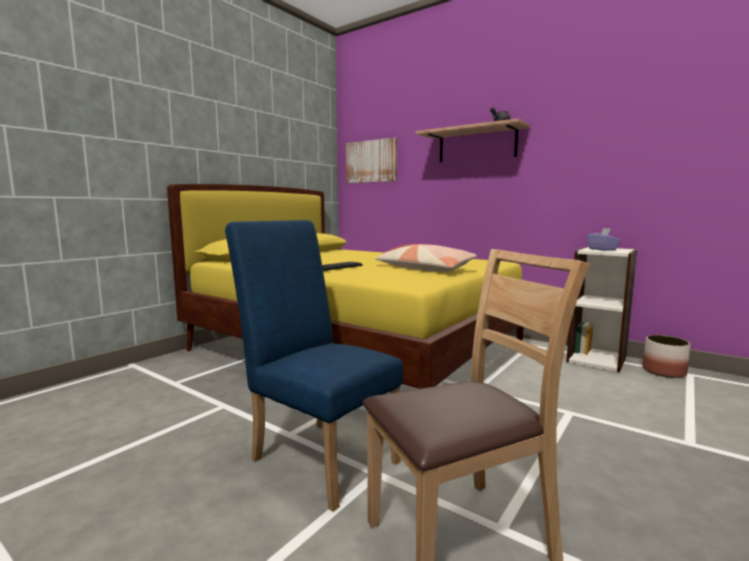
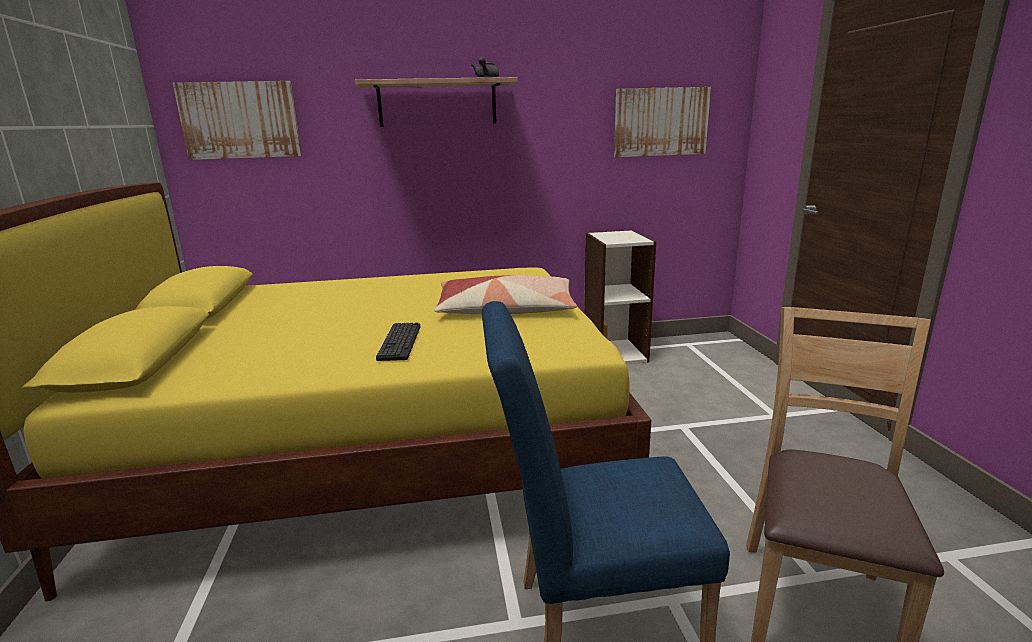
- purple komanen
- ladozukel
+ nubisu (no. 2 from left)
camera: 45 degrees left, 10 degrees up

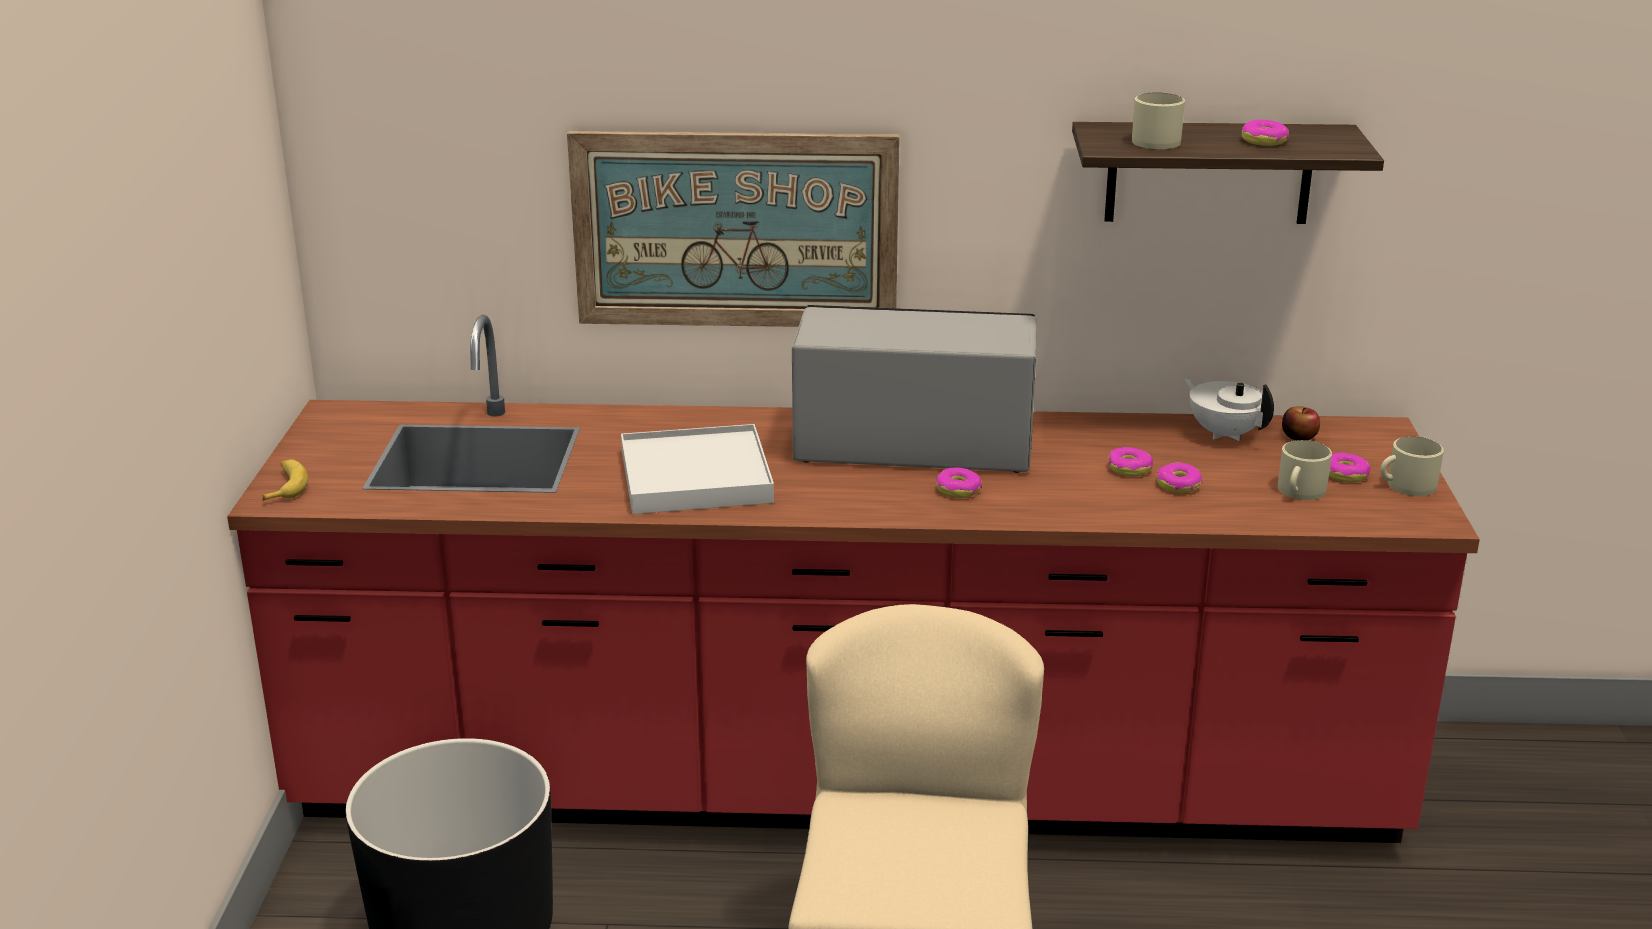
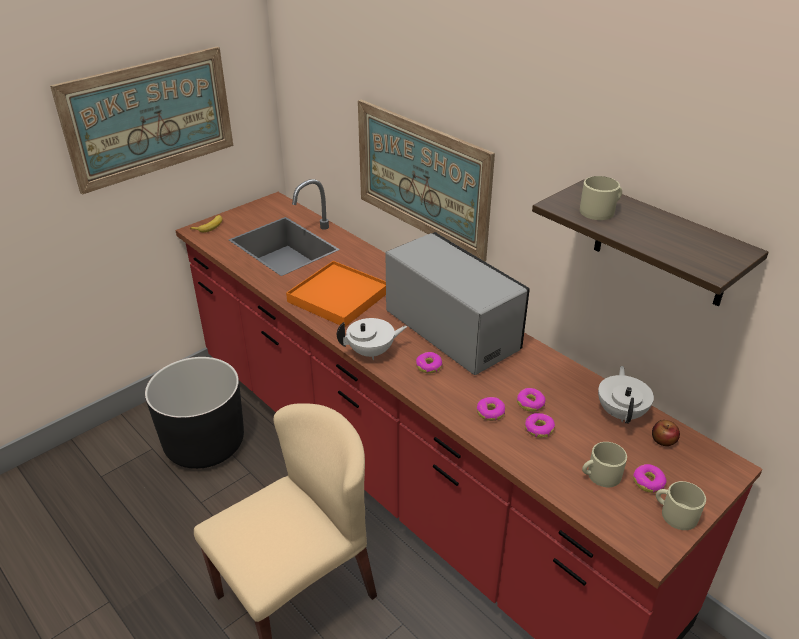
~ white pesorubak to orange pesorubak
~ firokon (no. 4 from left in the first image) to firokon (no. 2 from left)
+ nubisu (no. 1 from left)
+ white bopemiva (no. 1 from left)
camera: 45 degrees right, 10 degrees up

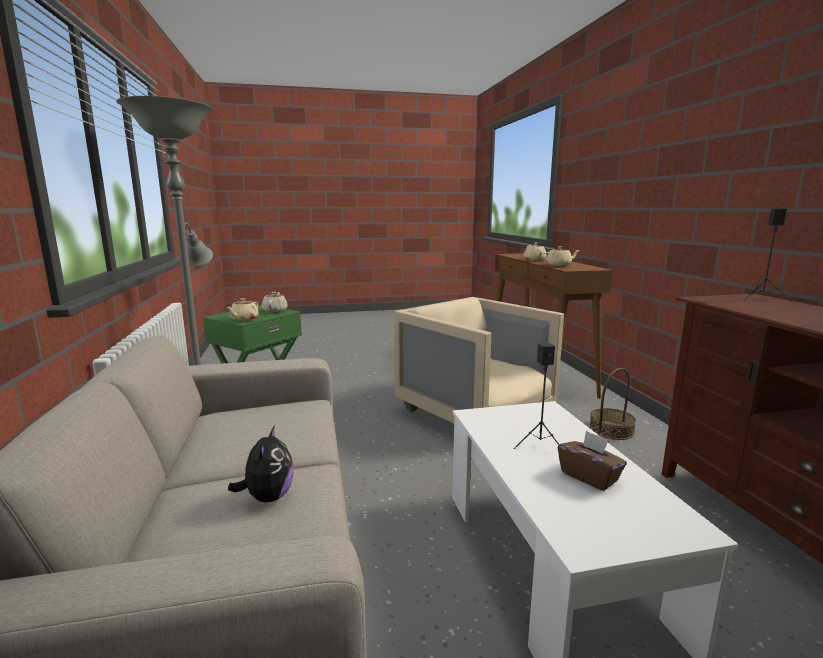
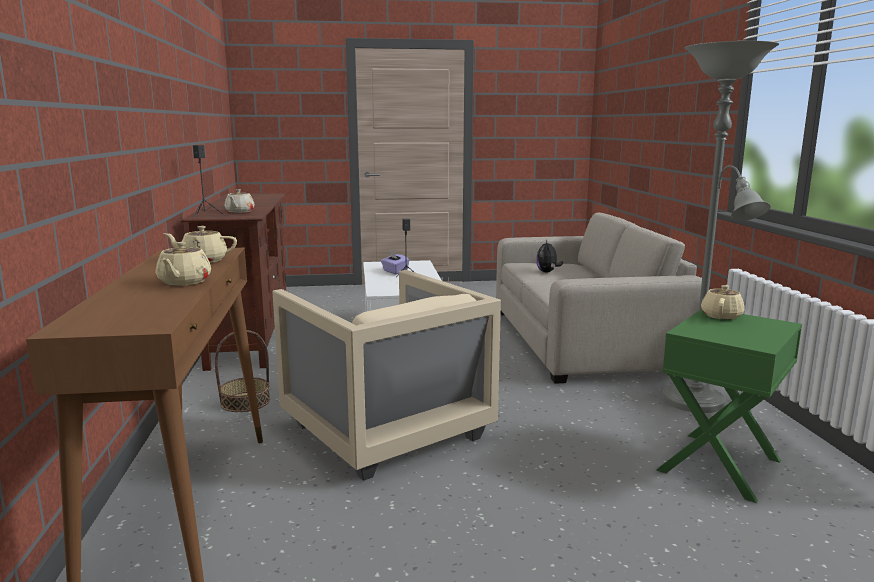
~ beige bopemiva (no. 2 from left in the first image) to beige bopemiva (no. 3 from left)
~ brown komanen to purple komanen
camera: 175 degrees left, 0 degrees up

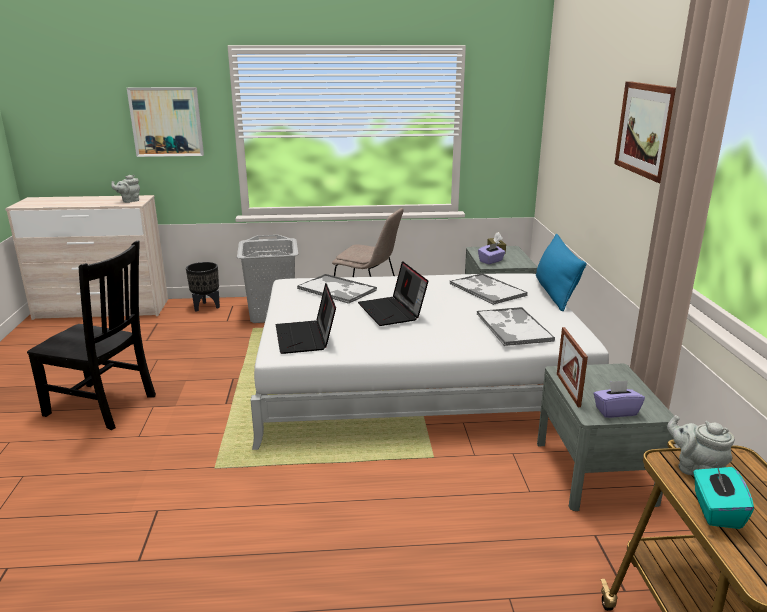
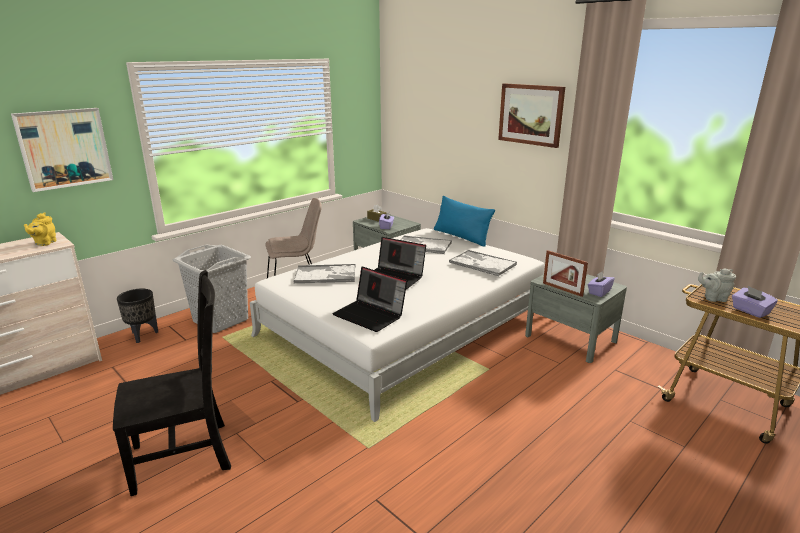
~ grey bopemiva (no. 1 from left) to yellow bopemiva
~ turquoise komanen to purple komanen (no. 3 from left)
camera: 40 degrees left, 0 degrees up

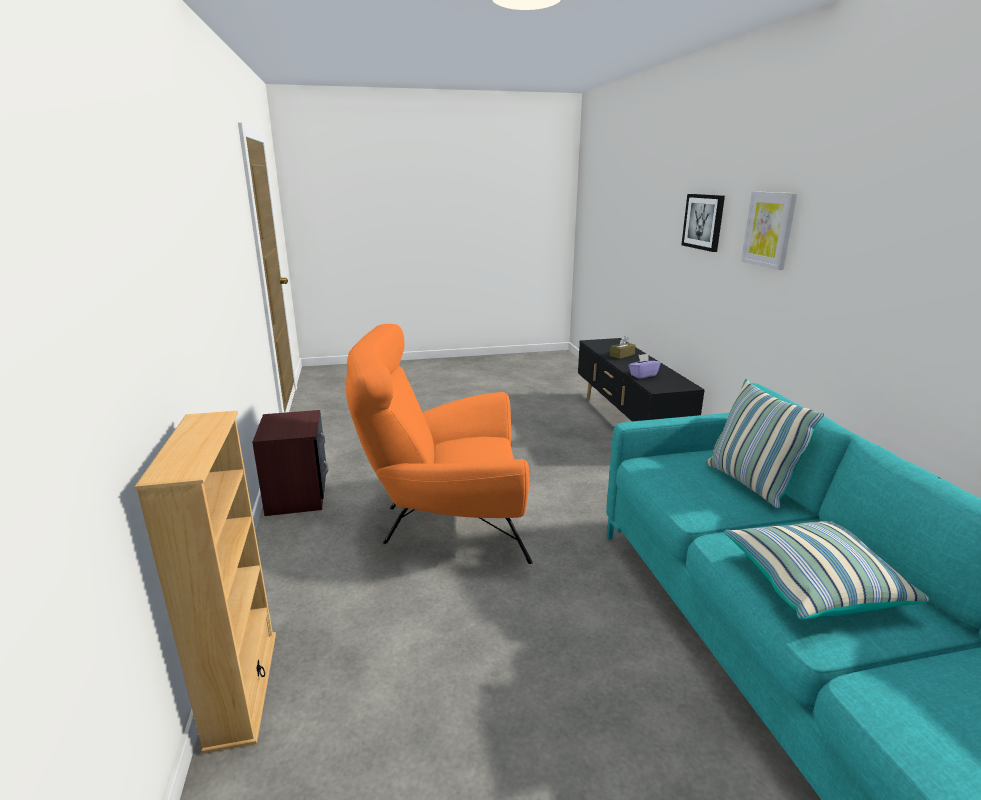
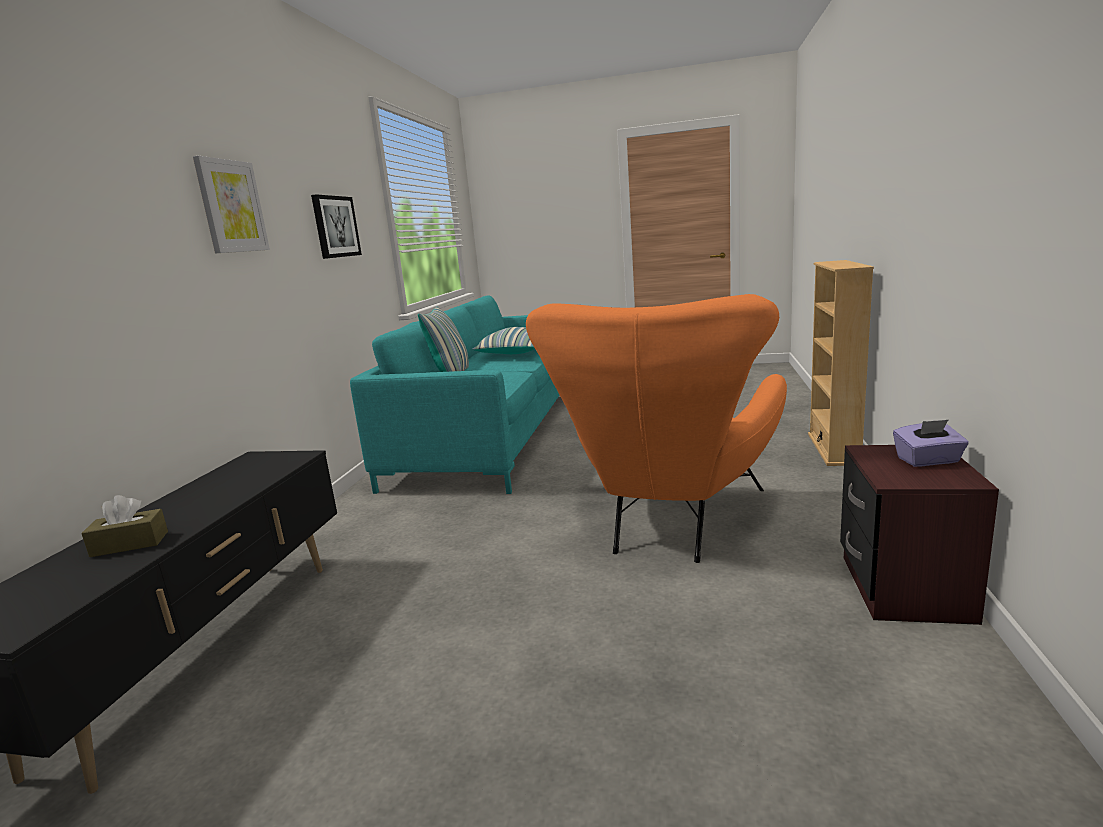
~ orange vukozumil 90 degrees clockwise
~ purple komanen
~ nubisu (no. 1 from left in the first image) to nubisu (no. 2 from left)
camera: 155 degrees left, 5 degrees down

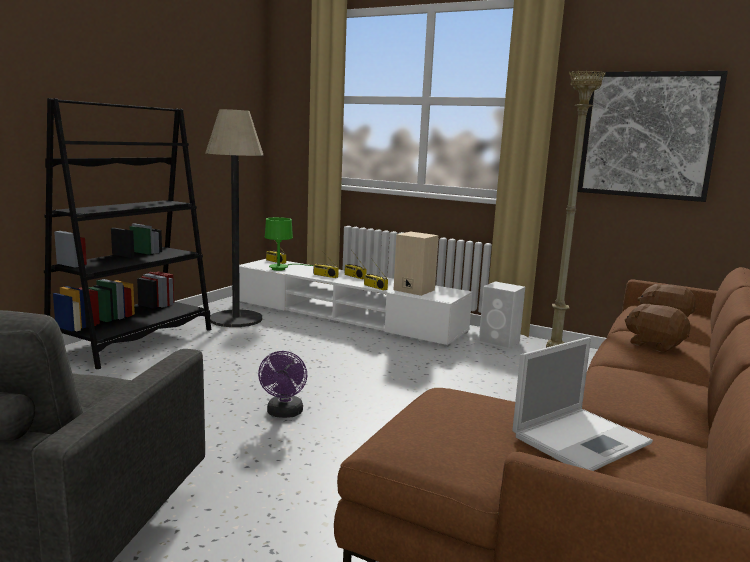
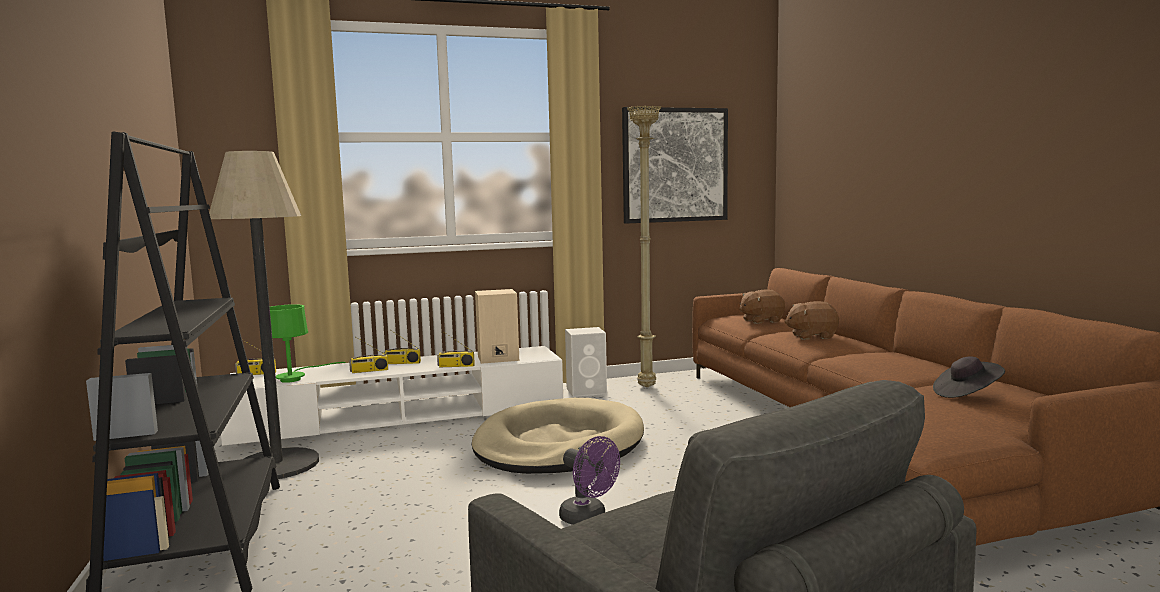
~ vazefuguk to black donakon
+ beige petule
camera: 45 degrees left, 5 degrees down

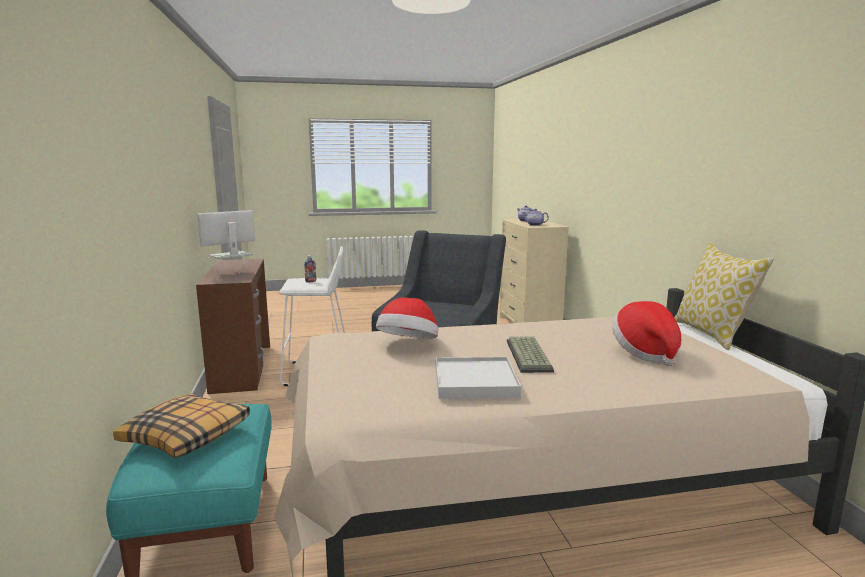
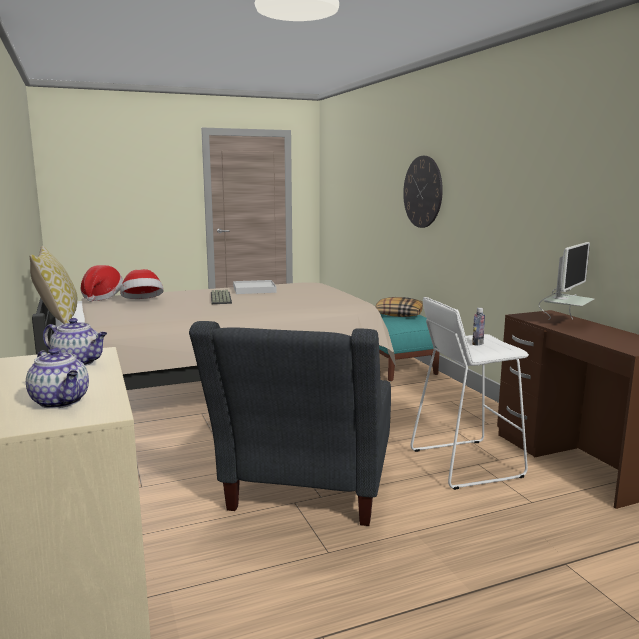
~ donakon (no. 1 from left)
+ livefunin
camera: 170 degrees right, 0 degrees up

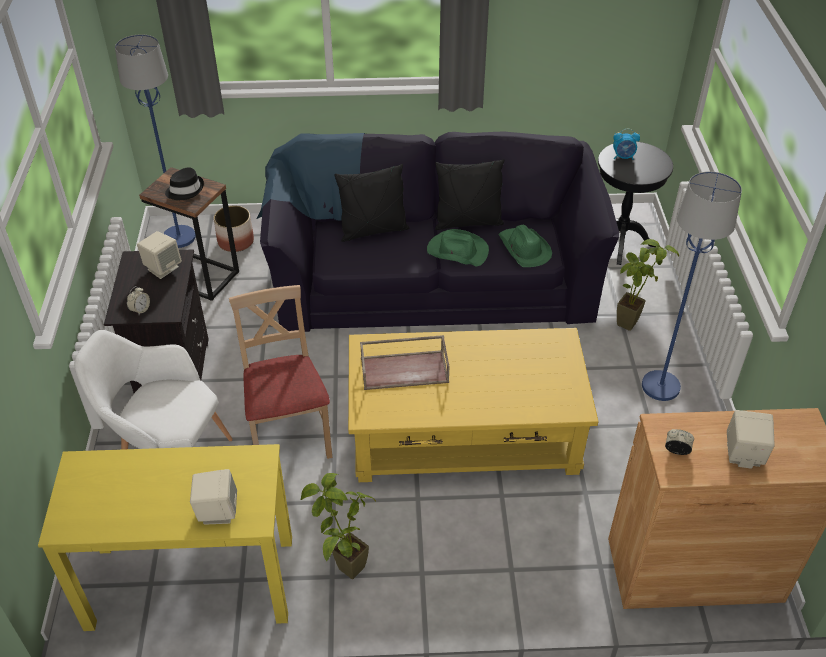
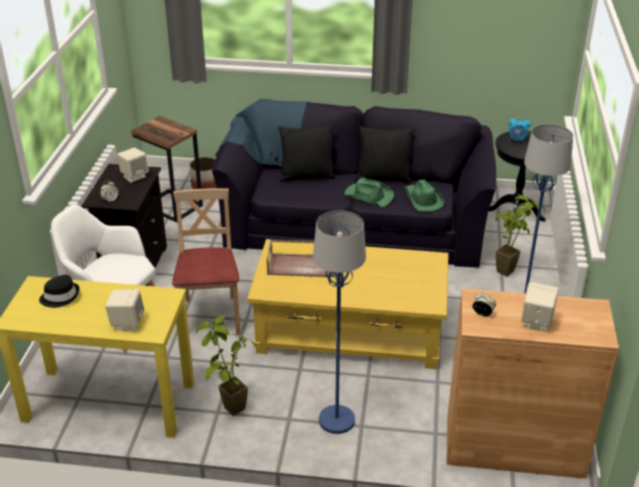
~ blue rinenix (no. 1 from left)
~ black donakon
camera: 10 degrees right, 10 degrees down

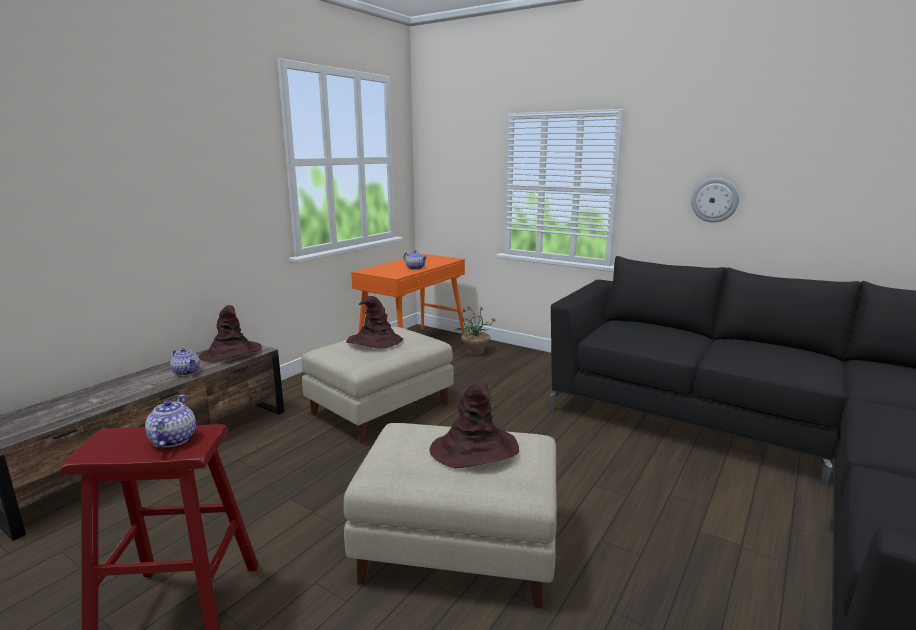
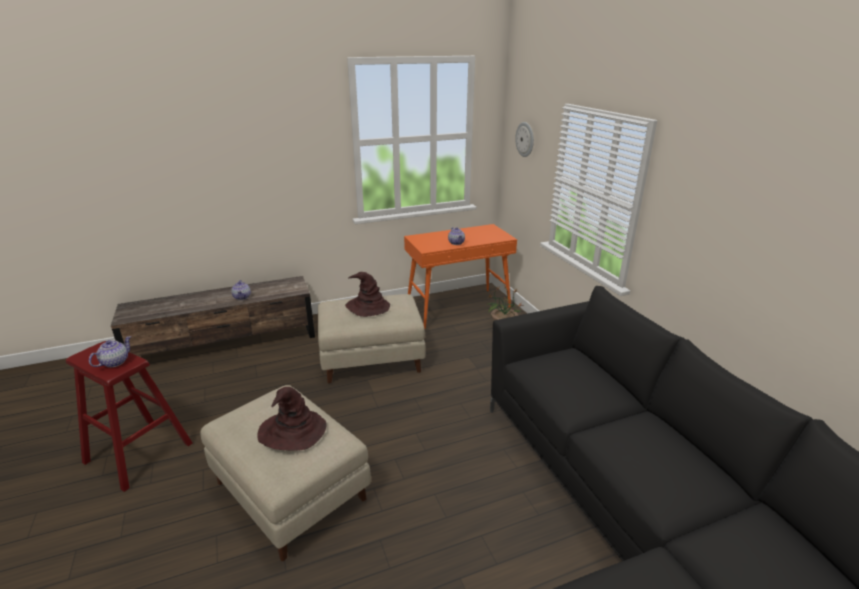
- brown donakon (no. 1 from left)
~ livefunin
camera: 35 degrees right, 10 degrees up

